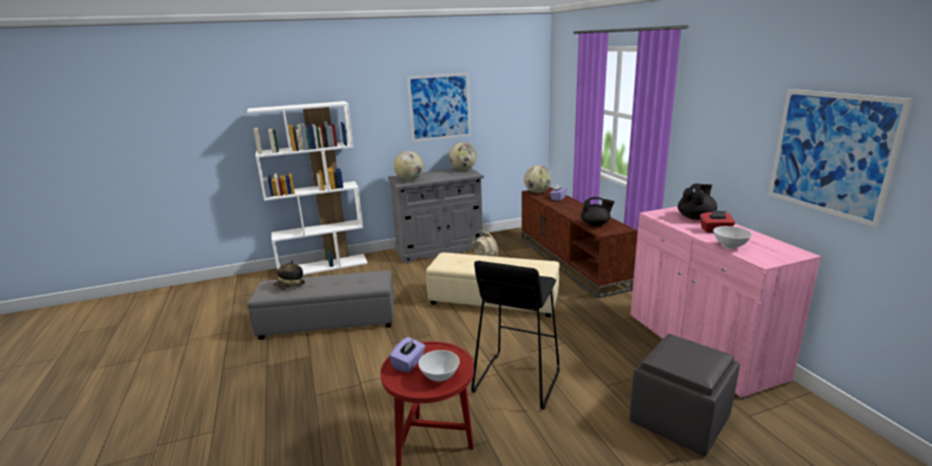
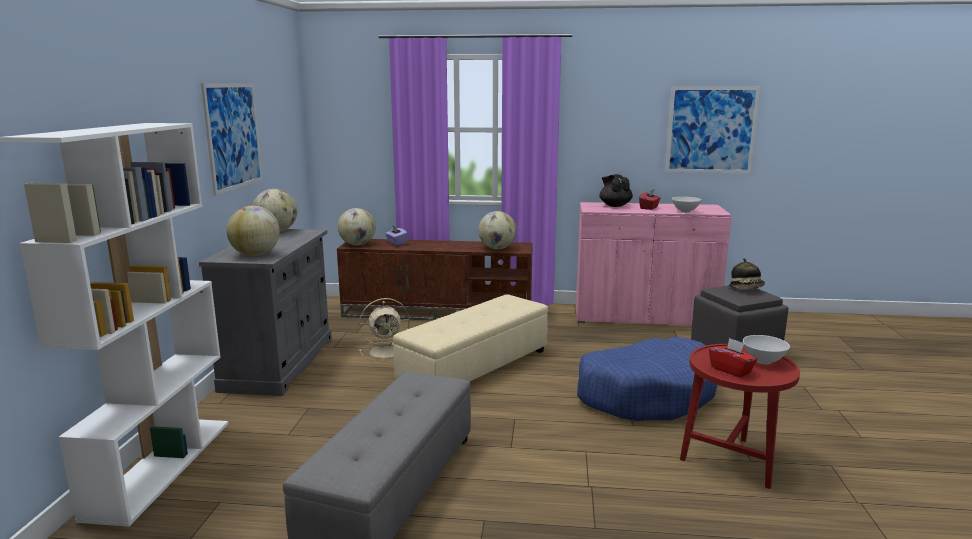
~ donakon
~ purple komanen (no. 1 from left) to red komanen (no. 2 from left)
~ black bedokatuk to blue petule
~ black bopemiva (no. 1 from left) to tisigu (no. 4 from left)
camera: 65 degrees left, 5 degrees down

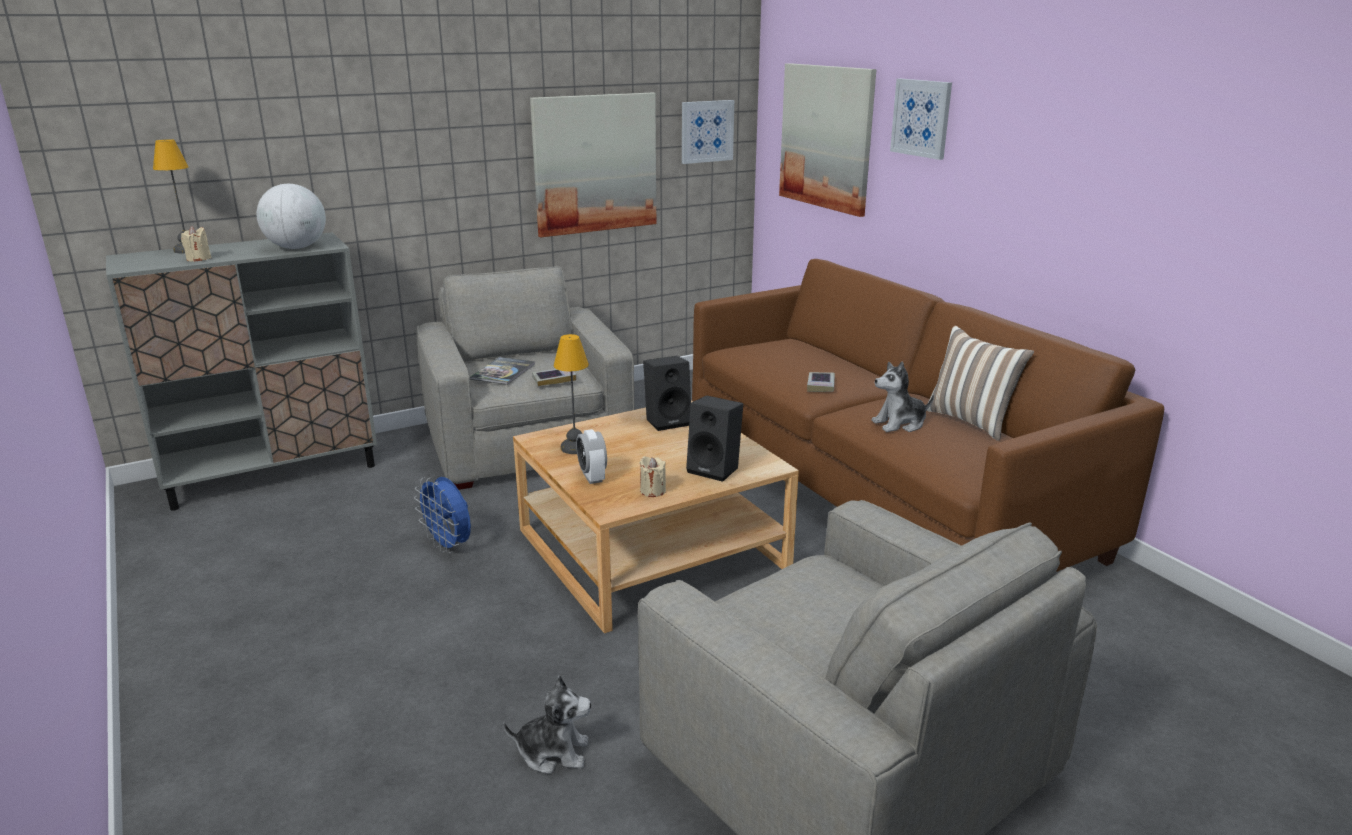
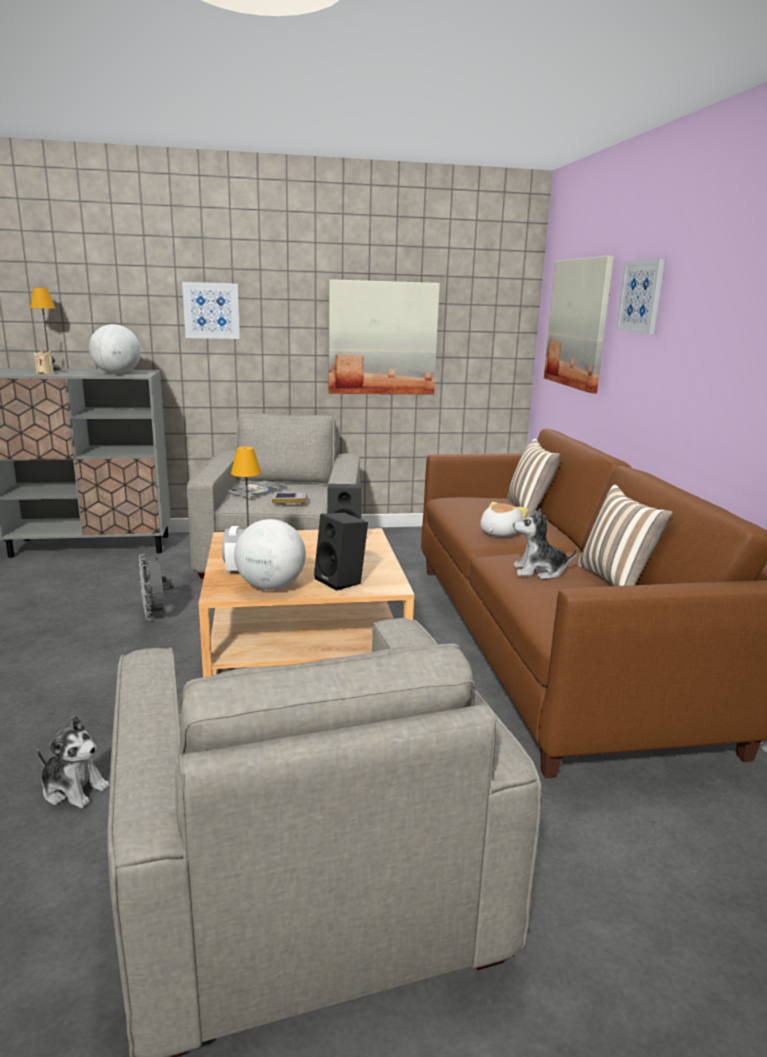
~ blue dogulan to grey dogulan
~ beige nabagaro (no. 2 from left) to tisigu (no. 2 from left)
~ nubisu (no. 2 from left in the first image) to nubisu (no. 1 from left)
~ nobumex (no. 3 from left) to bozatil (no. 2 from left)
+ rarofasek (no. 1 from left)
camera: 20 degrees right, 5 degrees down

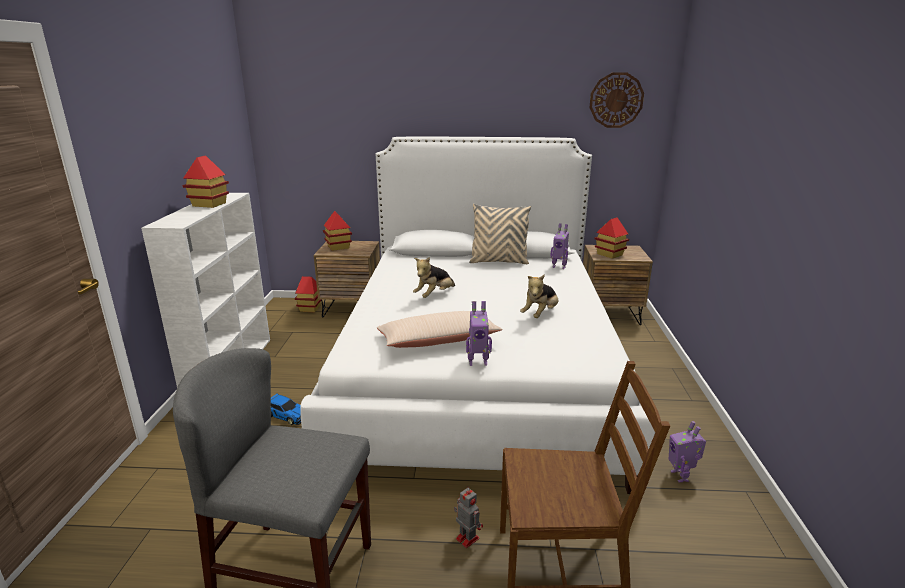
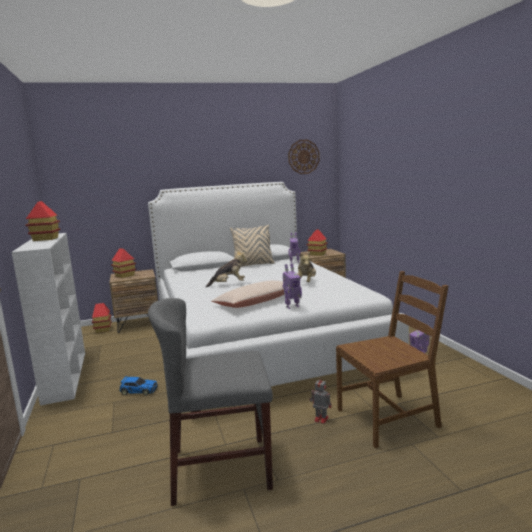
~ bozatil (no. 1 from left) 120 degrees counterclockwise
camera: 20 degrees left, 10 degrees down

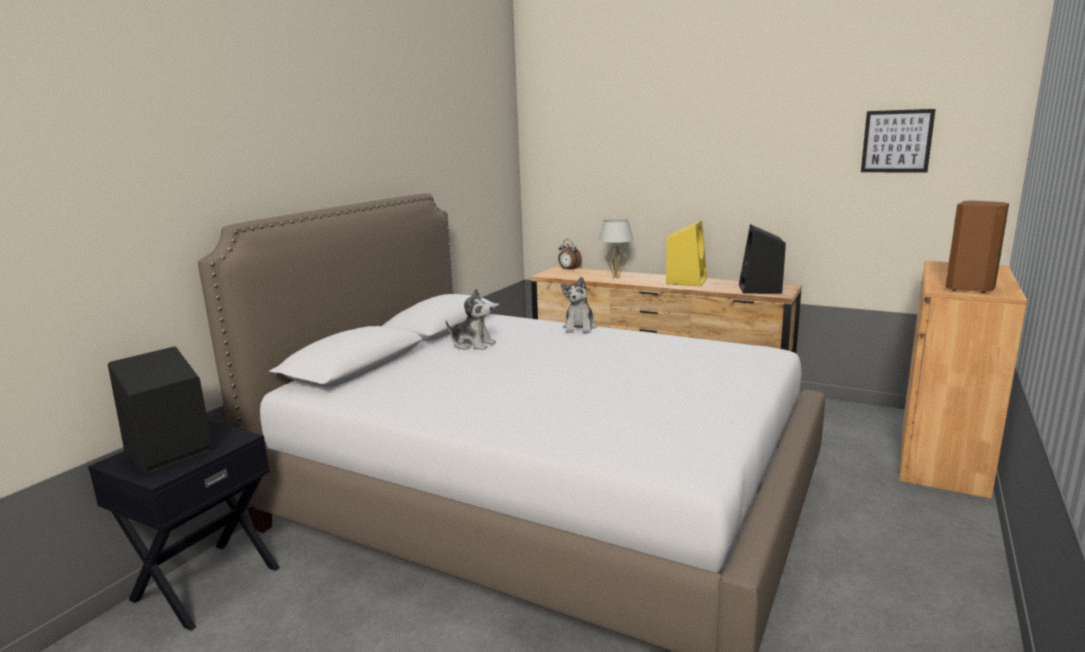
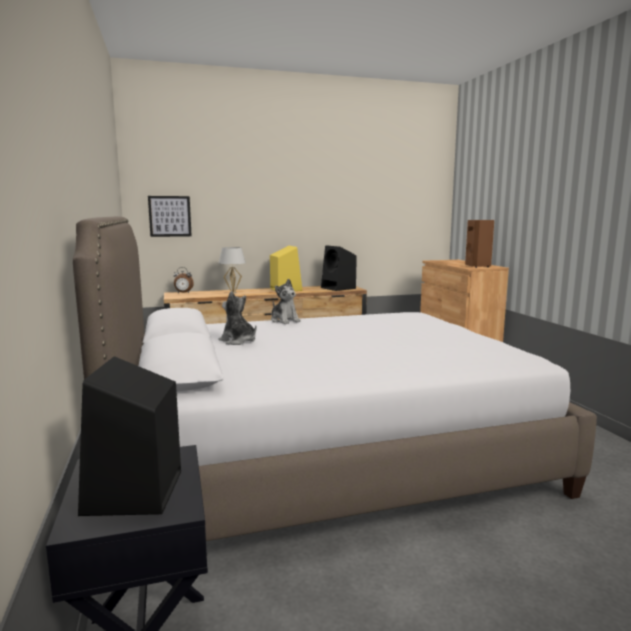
~ bozatil (no. 1 from left) 120 degrees counterclockwise
~ nubisu
camera: 45 degrees left, 5 degrees down

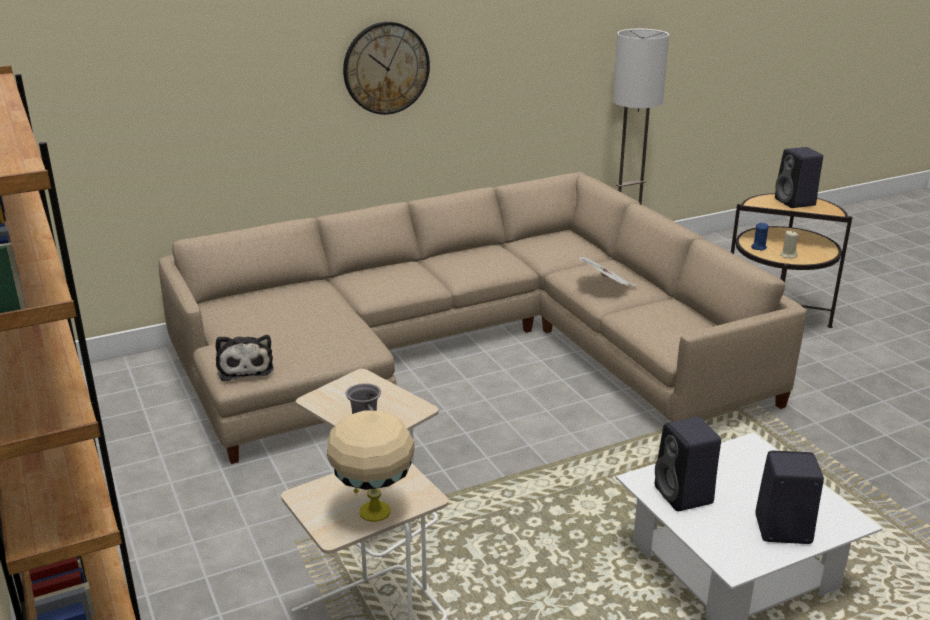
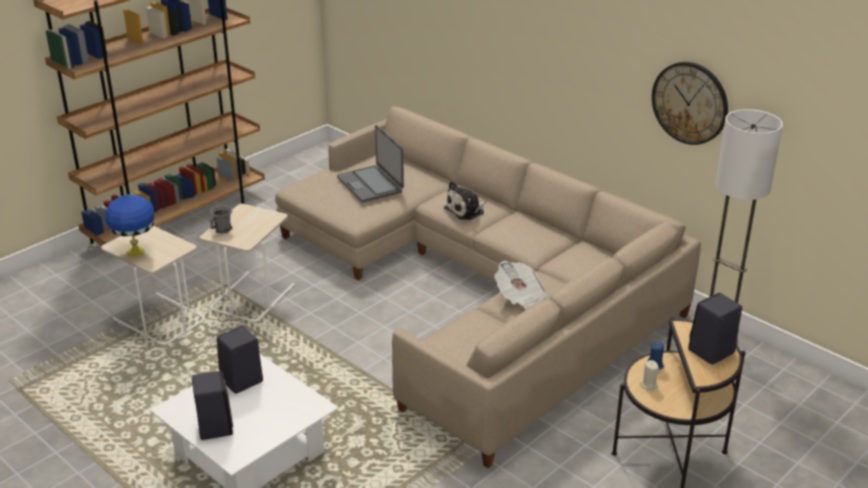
~ bozatil
~ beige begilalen to blue begilalen
~ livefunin
+ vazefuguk
camera: 70 degrees right, 5 degrees up

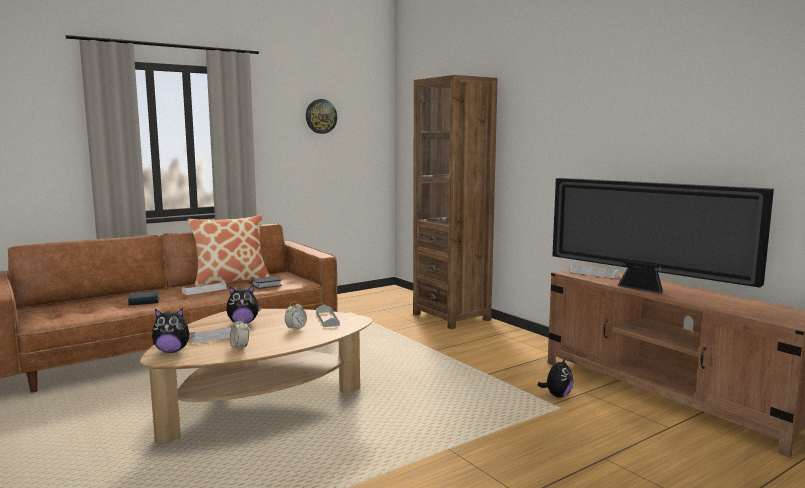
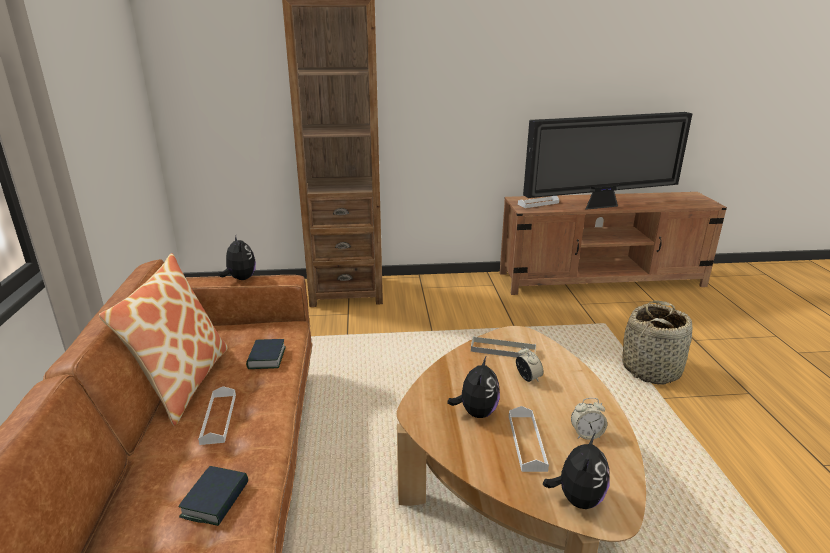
- livefunin
~ bozatil (no. 3 from left in the first image) to bozatil (no. 1 from left)
+ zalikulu
camera: 60 degrees left, 15 degrees up

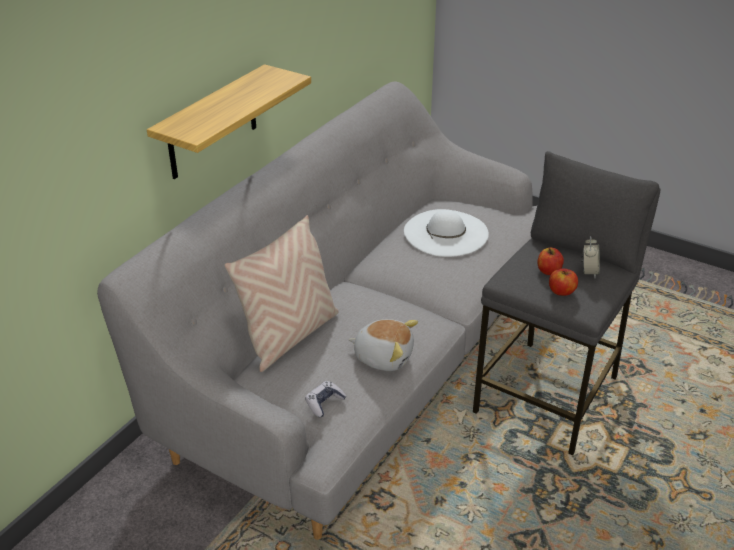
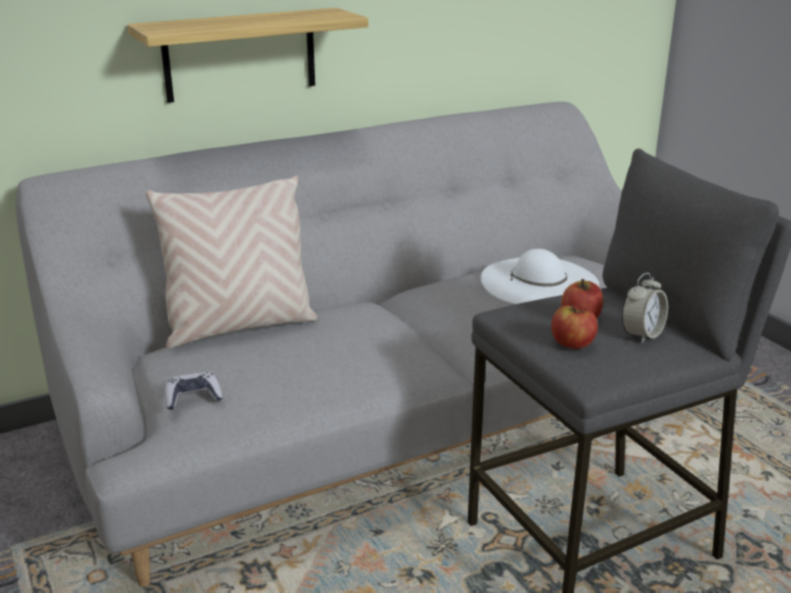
- bozatil
camera: 30 degrees right, 10 degrees down

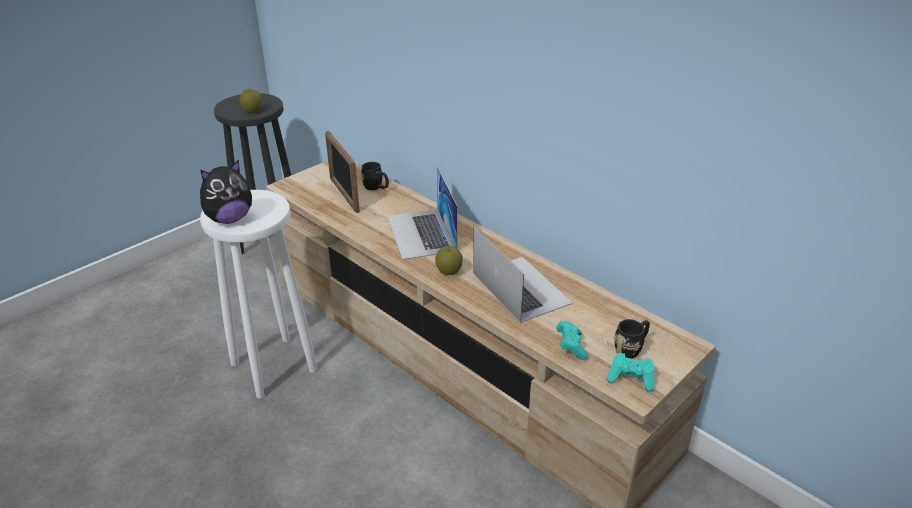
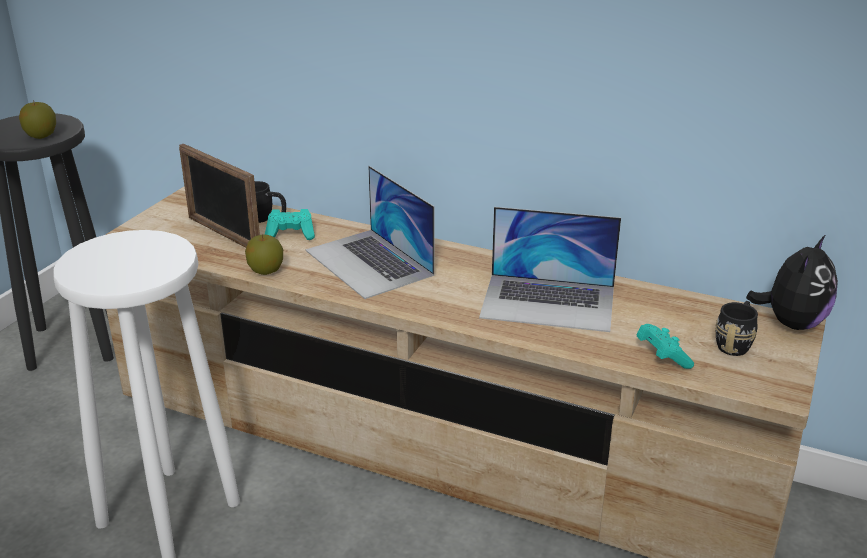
~ bozatil
~ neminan (no. 2 from left)
~ vazefuguk (no. 2 from left) 150 degrees clockwise
~ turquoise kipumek (no. 2 from left in the first image) to turquoise kipumek (no. 1 from left)
camera: 20 degrees left, 5 degrees down

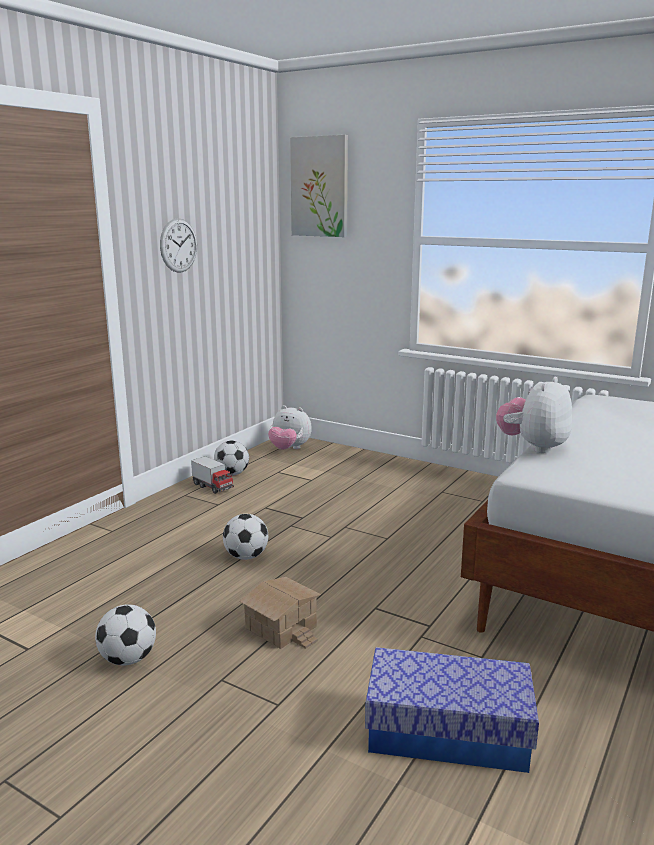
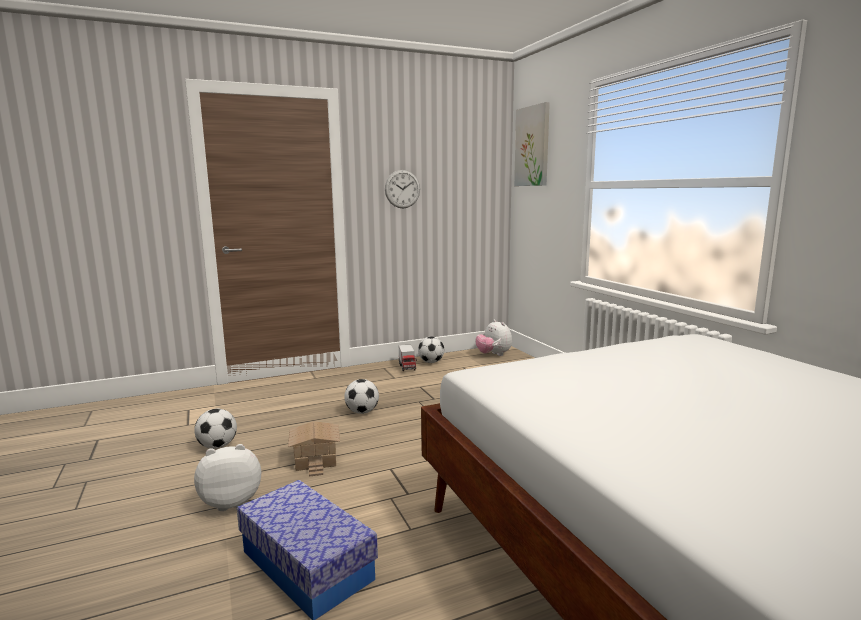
~ bozatil (no. 2 from left in the first image) to bozatil (no. 1 from left)
camera: 35 degrees right, 5 degrees down

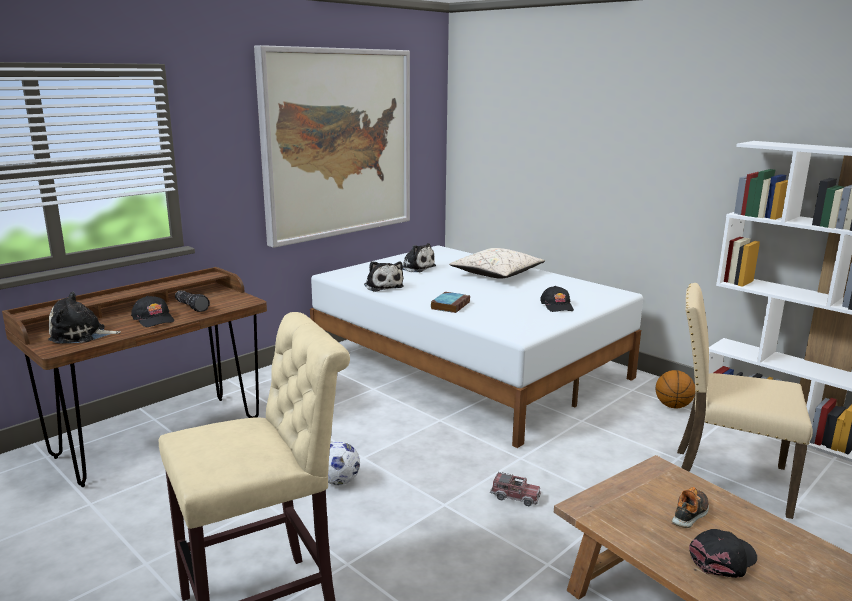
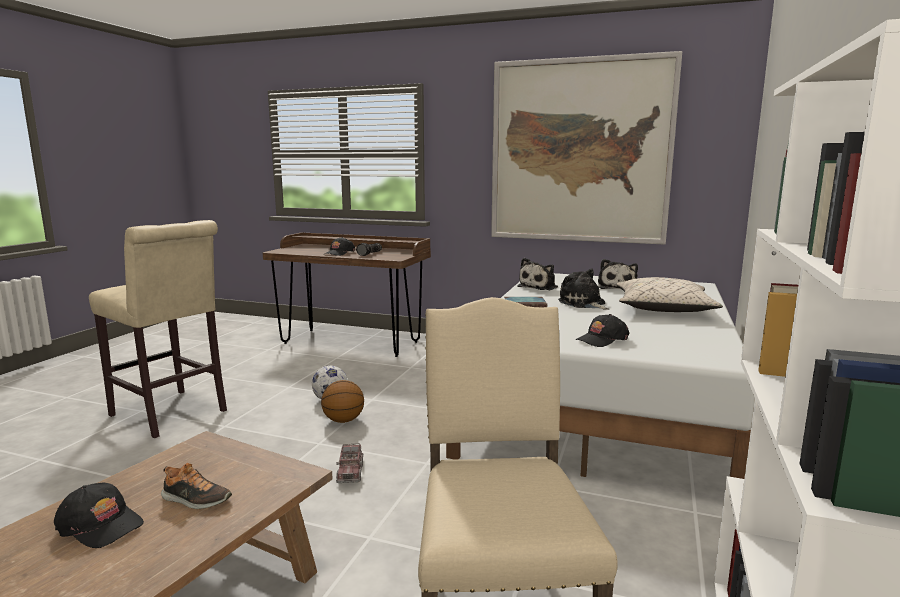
~ bozatil (no. 1 from left in the first image) to bozatil (no. 2 from left)
~ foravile
camera: 65 degrees right, 5 degrees down

